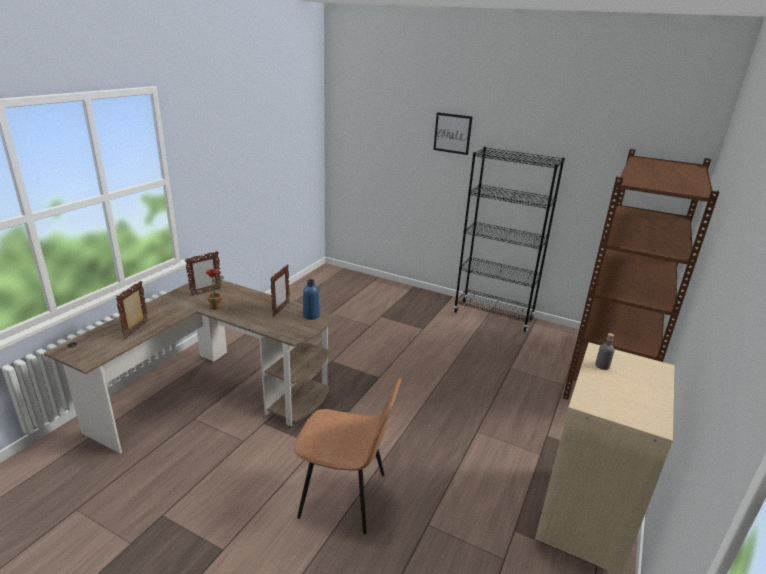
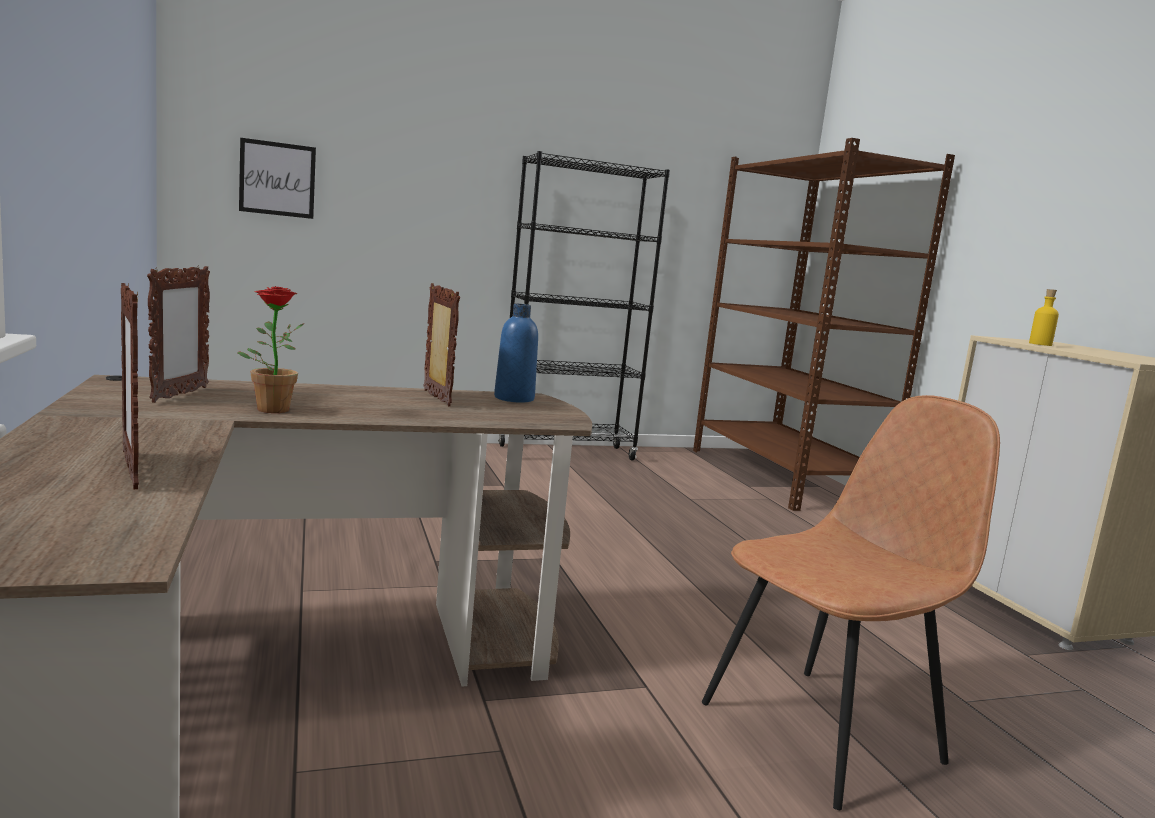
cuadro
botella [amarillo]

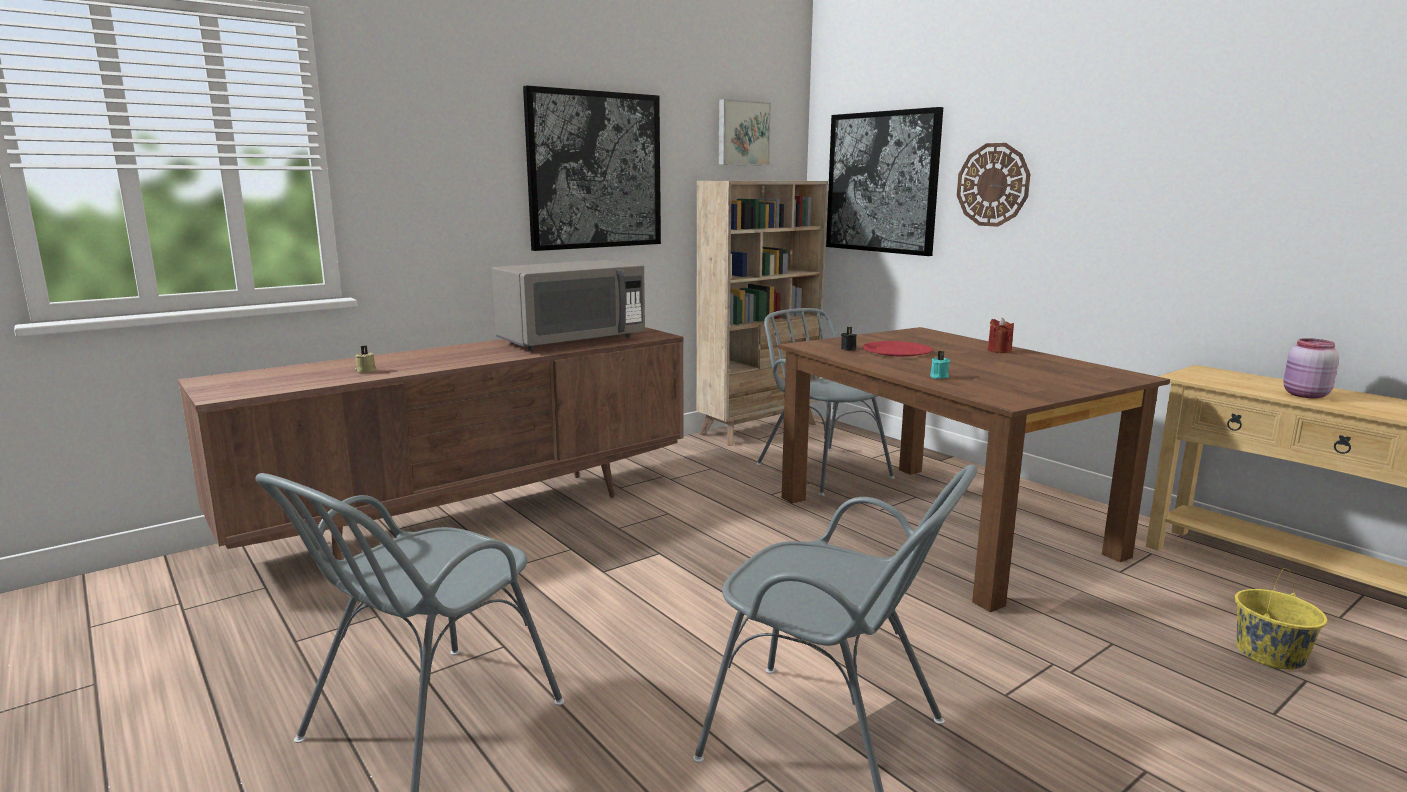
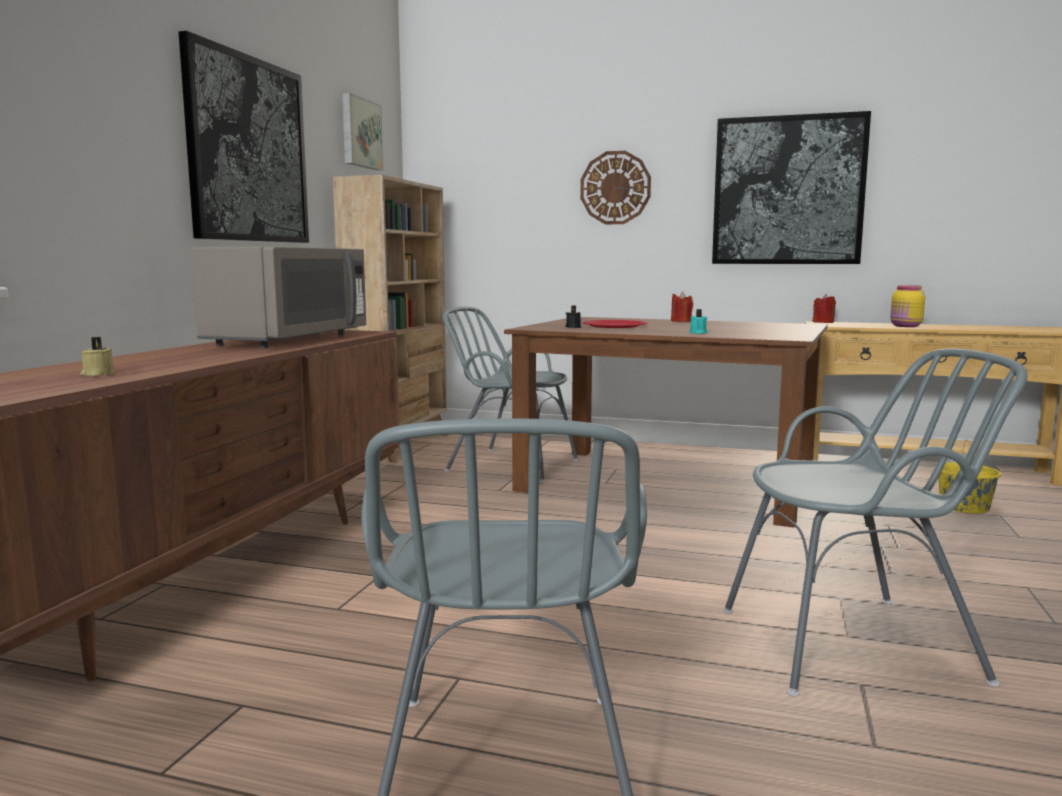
cuadro (no. 3 from left)
tarro [amarillo]
vela [rojo] (no. 2 from left)

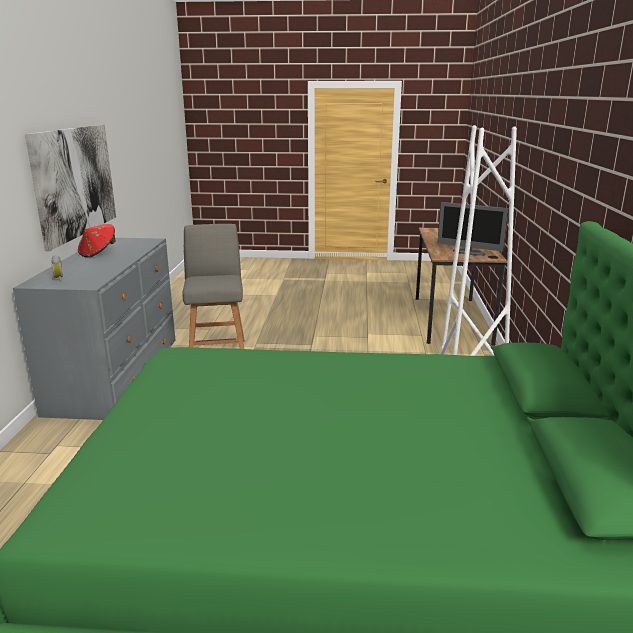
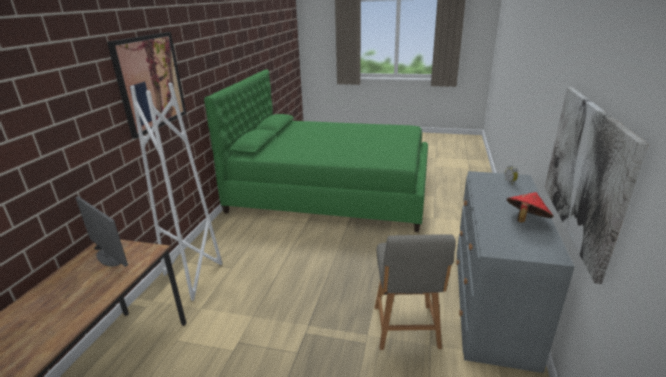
cuadro (no. 1 from left)

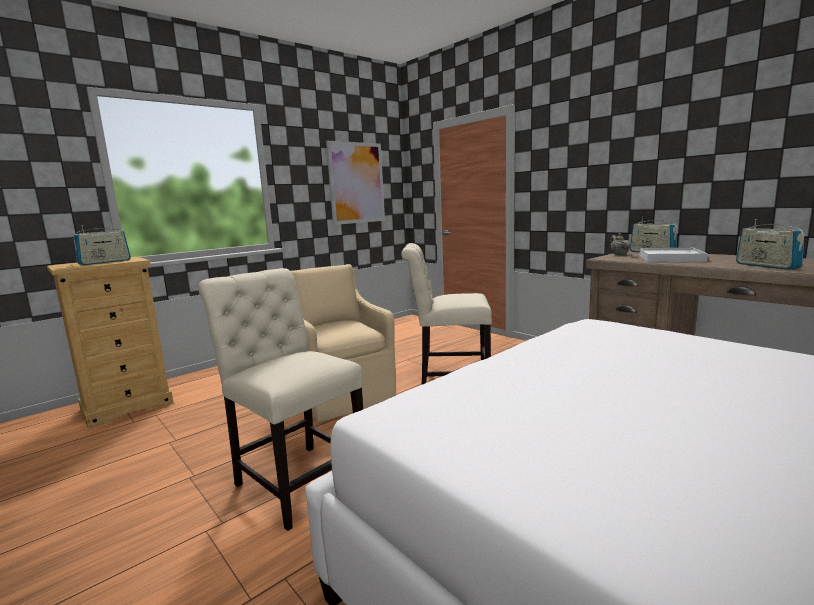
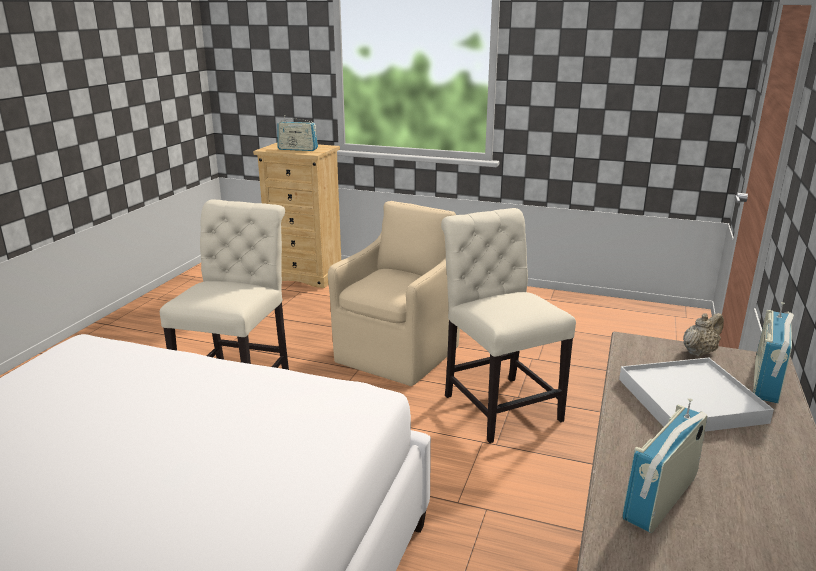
cuadro

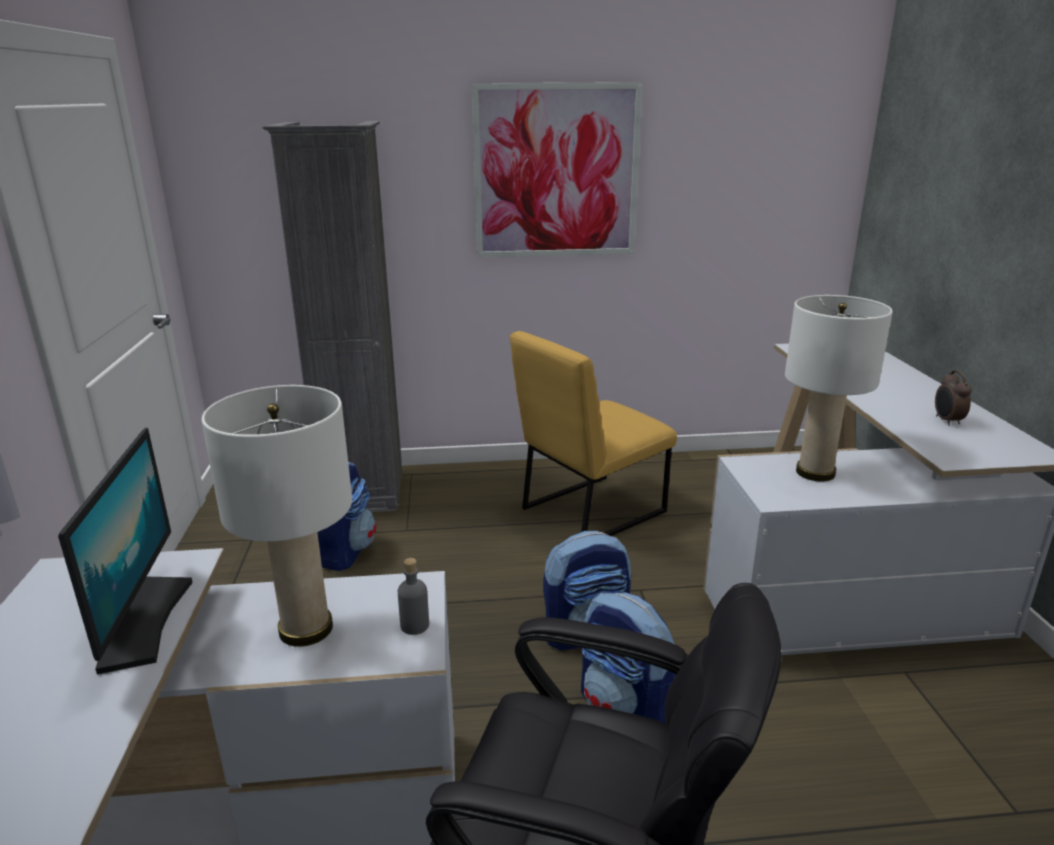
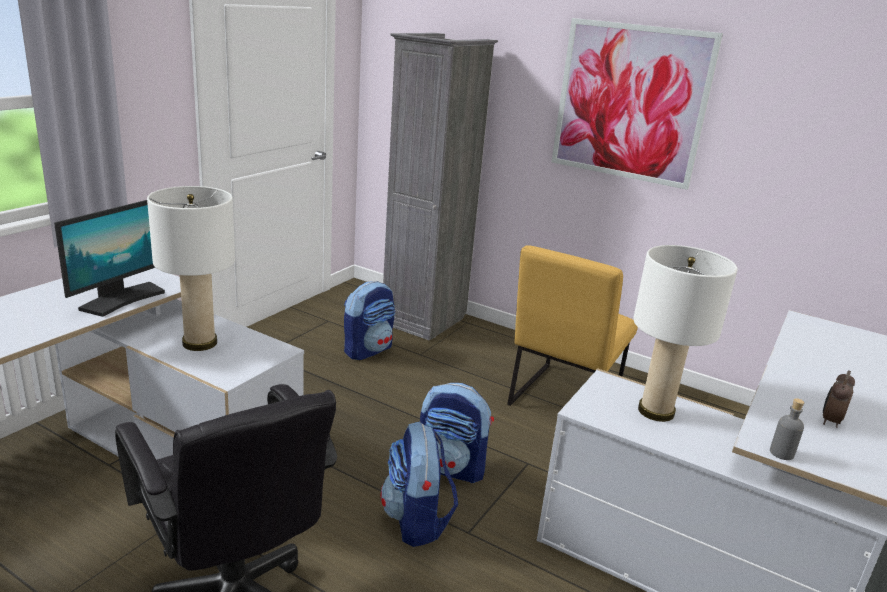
botella [gris]
silla [amarillo]

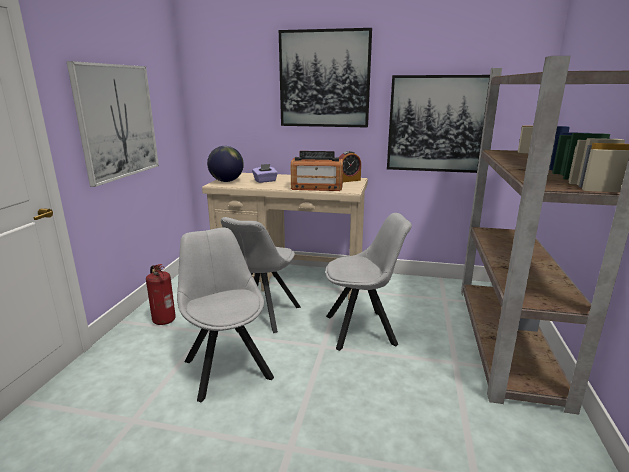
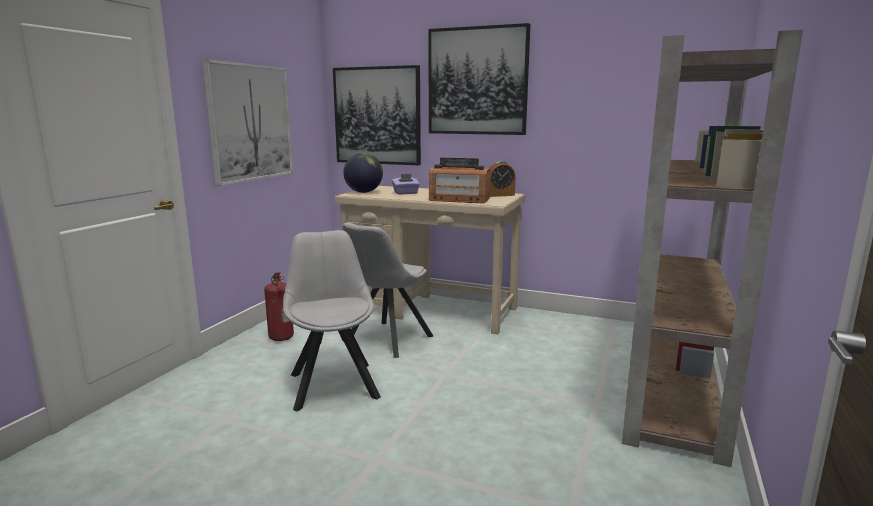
silla [gris] (no. 3 from left in the first image)
cuadro (no. 2 from left)

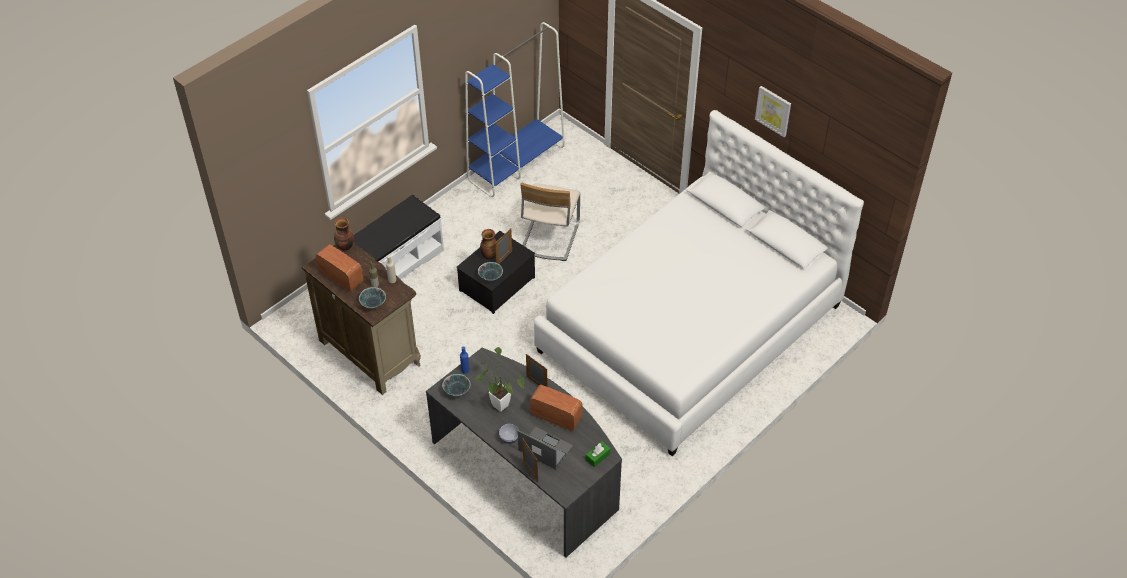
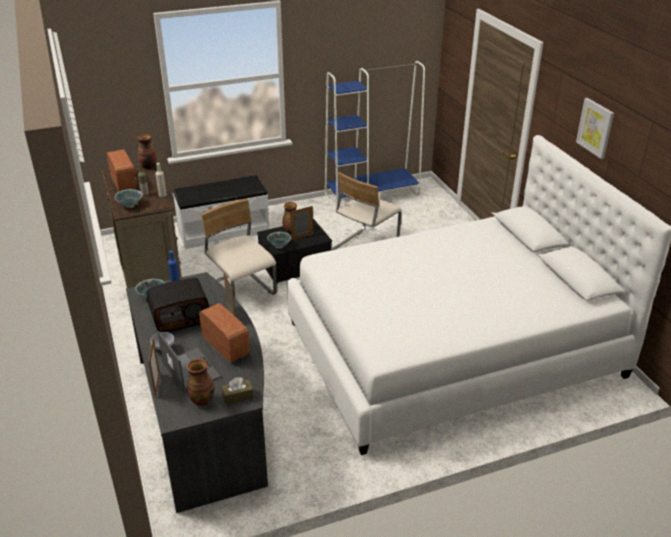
radio (no. 2 from left)
caja de pañuelos [marrón]
florero (no. 2 from left)
silla [beis] (no. 1 from left)

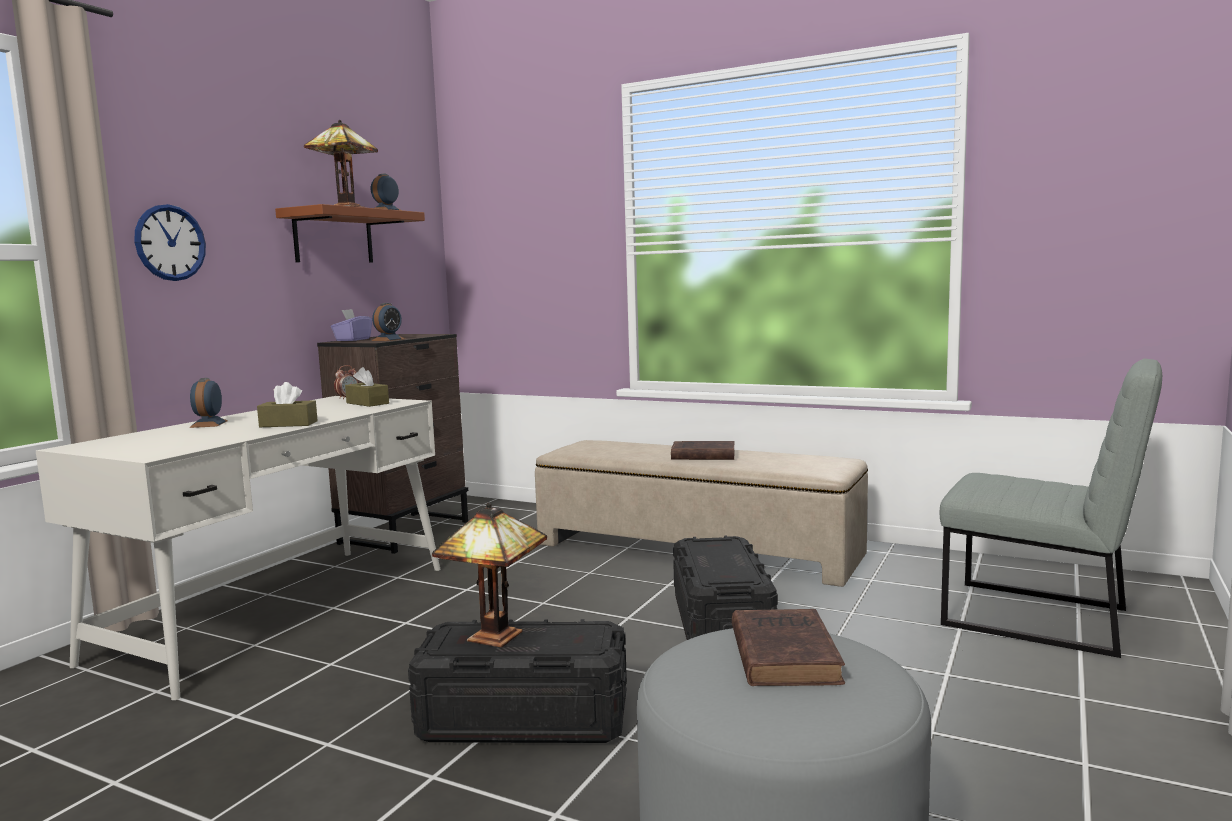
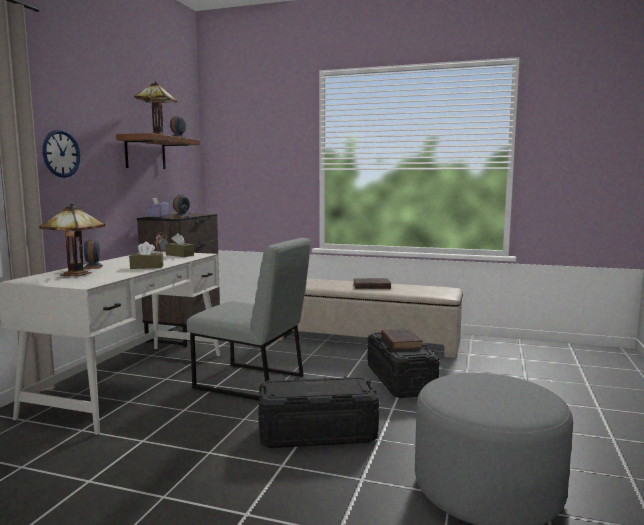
lámpara de mesa (no. 1 from left)
libro [marrón] (no. 2 from left)
silla [gris]

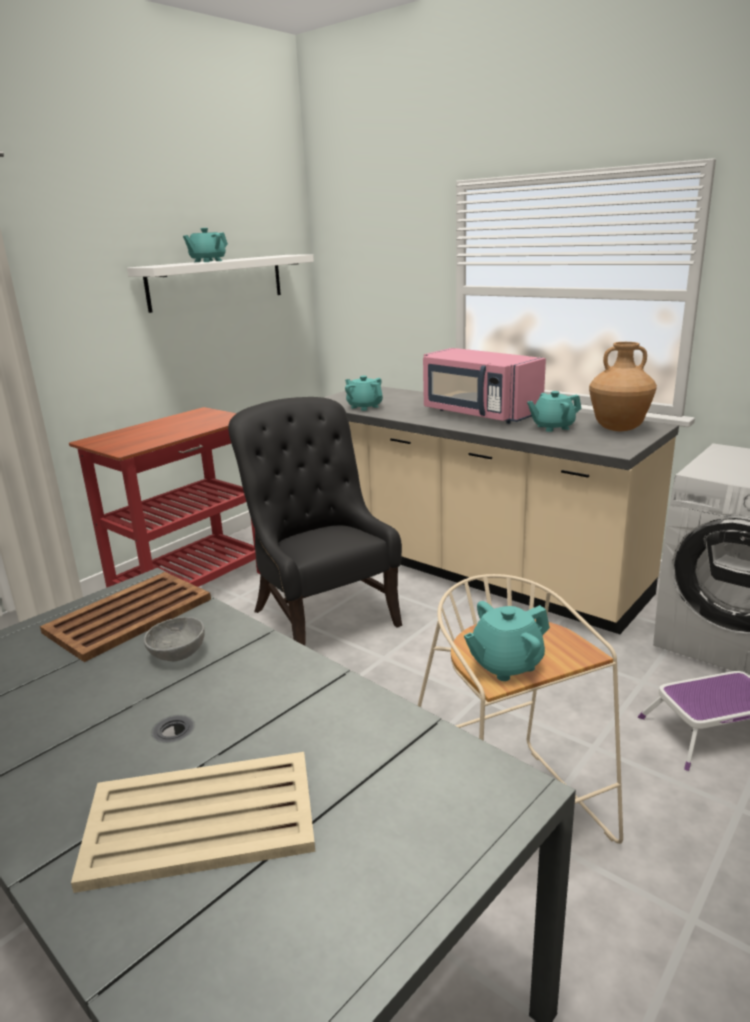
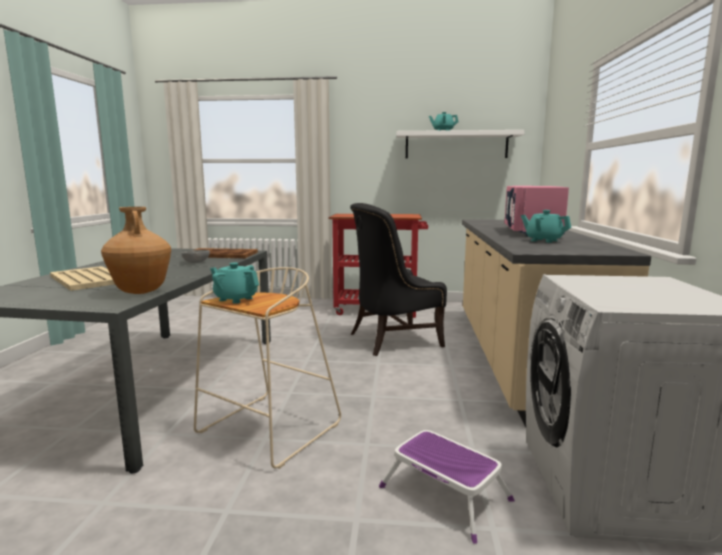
silla [negro]
tetera [turquesa] (no. 2 from left in the first image)
florero [marrón]

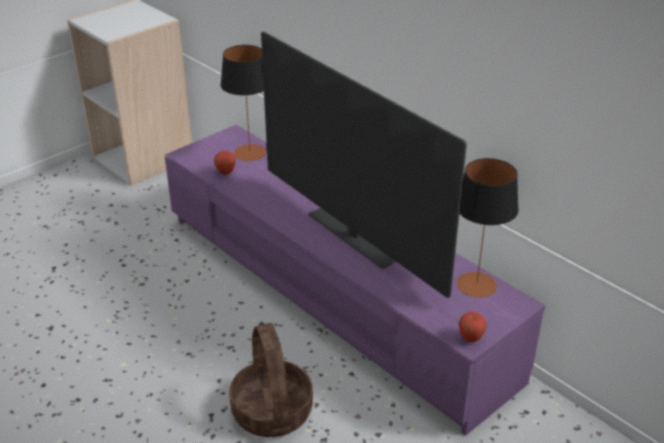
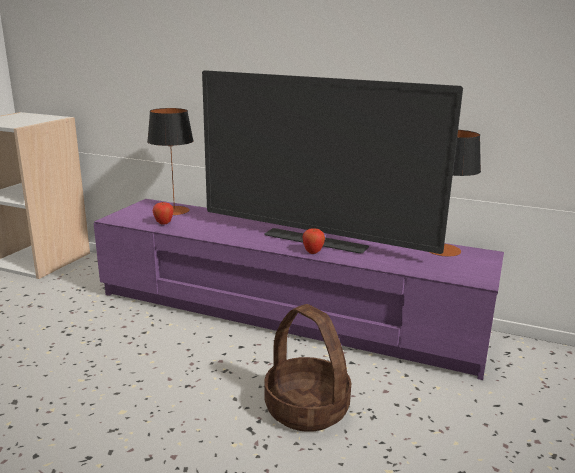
manzana (no. 2 from left)

